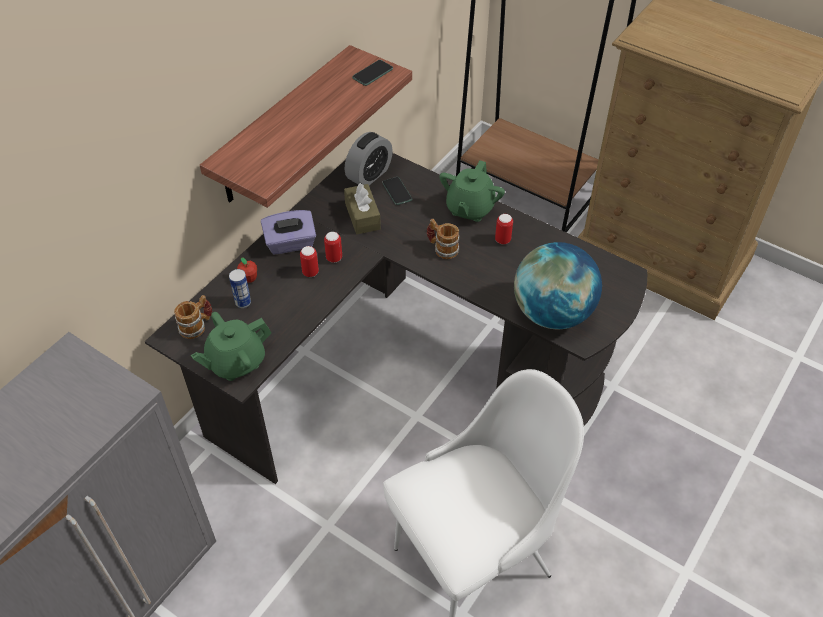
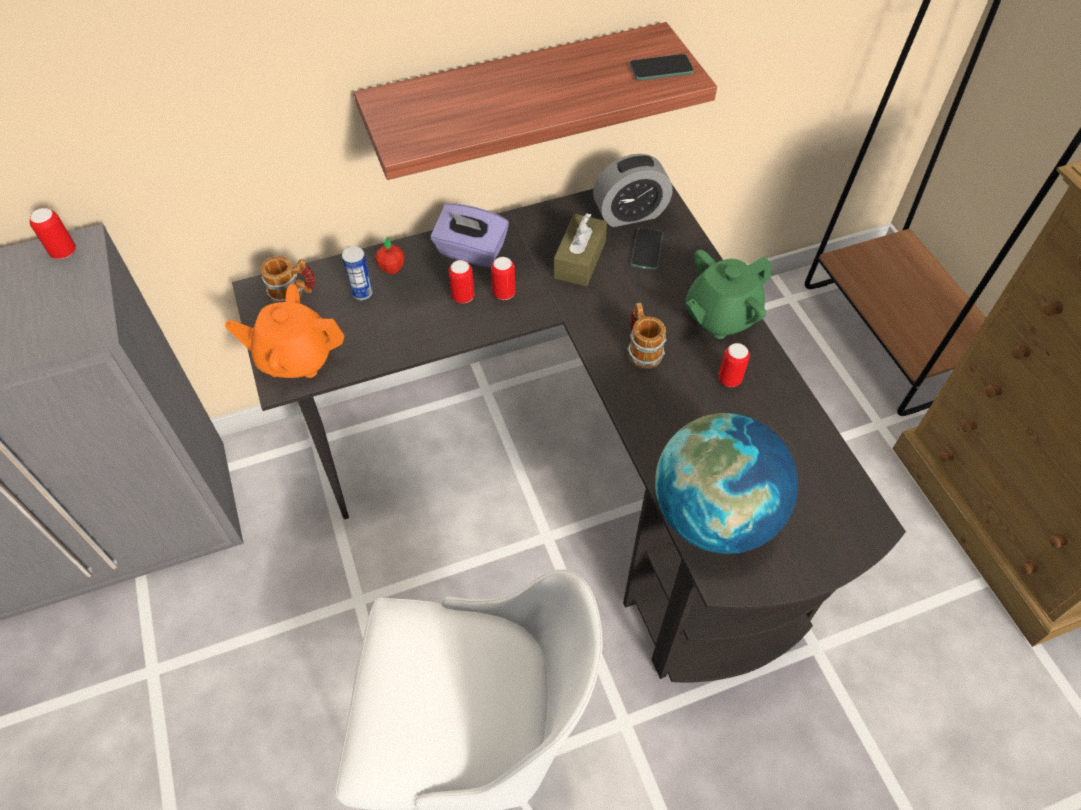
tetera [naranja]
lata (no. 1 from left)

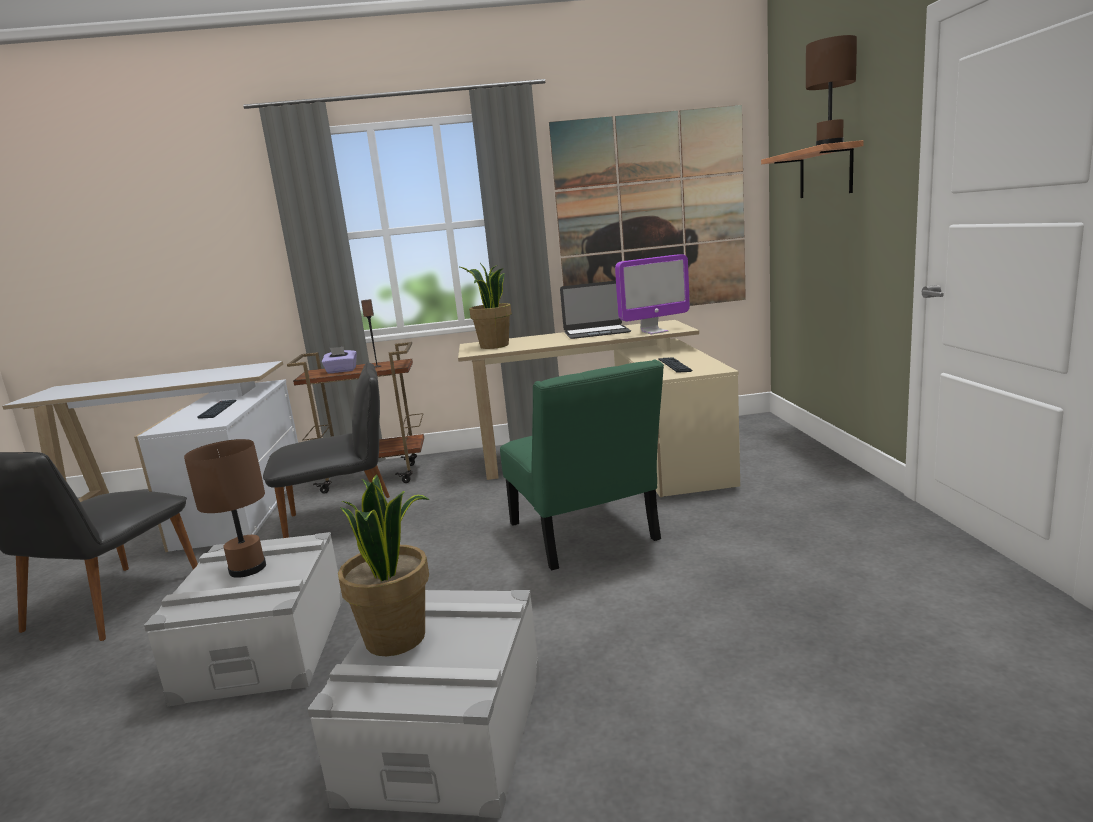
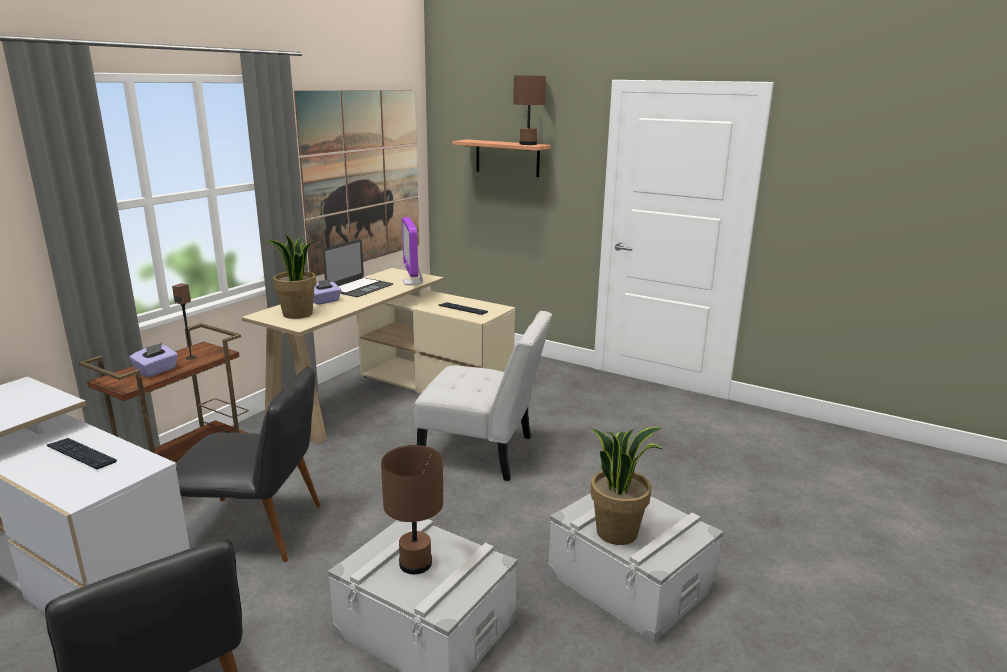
silla [negro] (no. 2 from left)
silla [blanco]
monitor
caja de pañuelos [morado] (no. 2 from left)

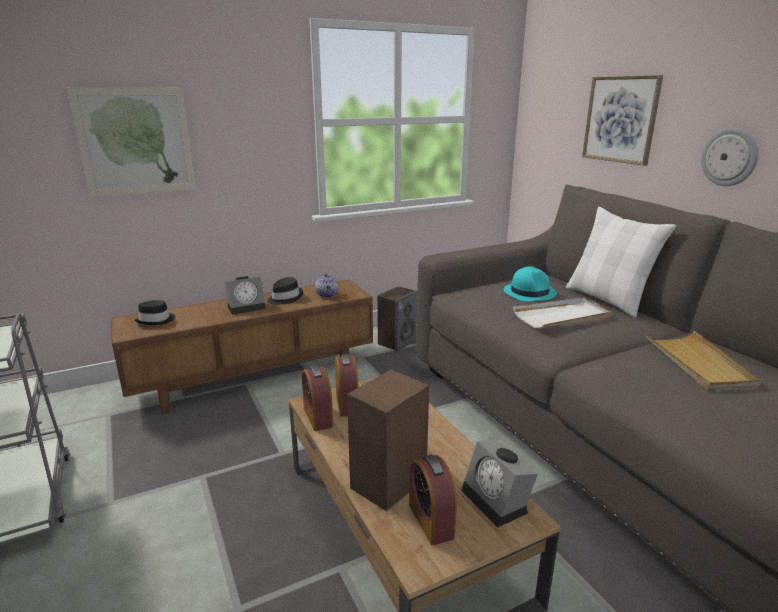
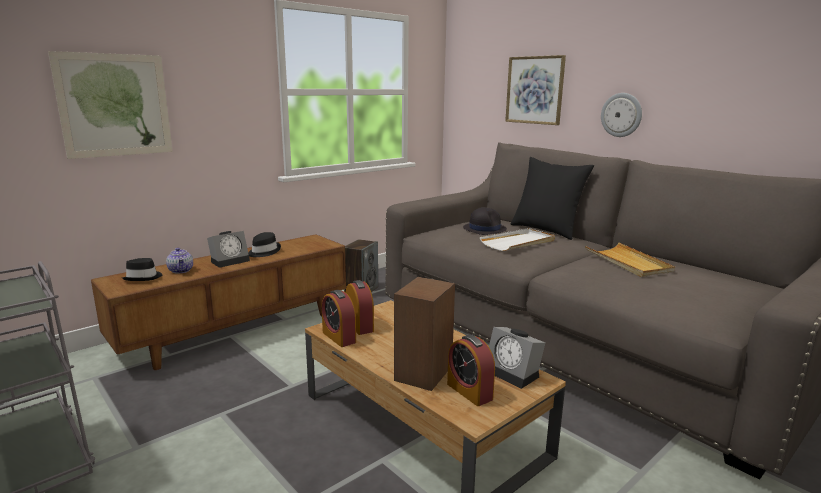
tetera
sombrero [negro] (no. 3 from left)
cojín [negro]

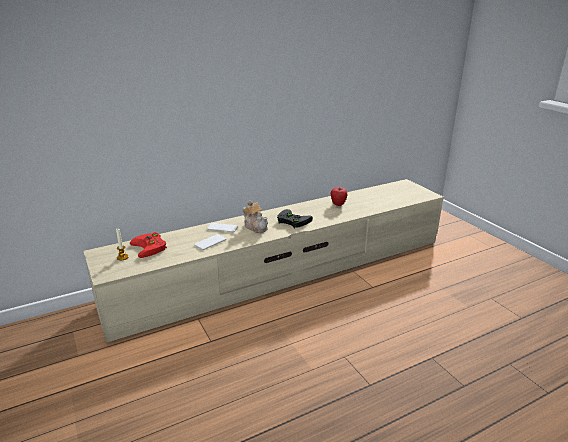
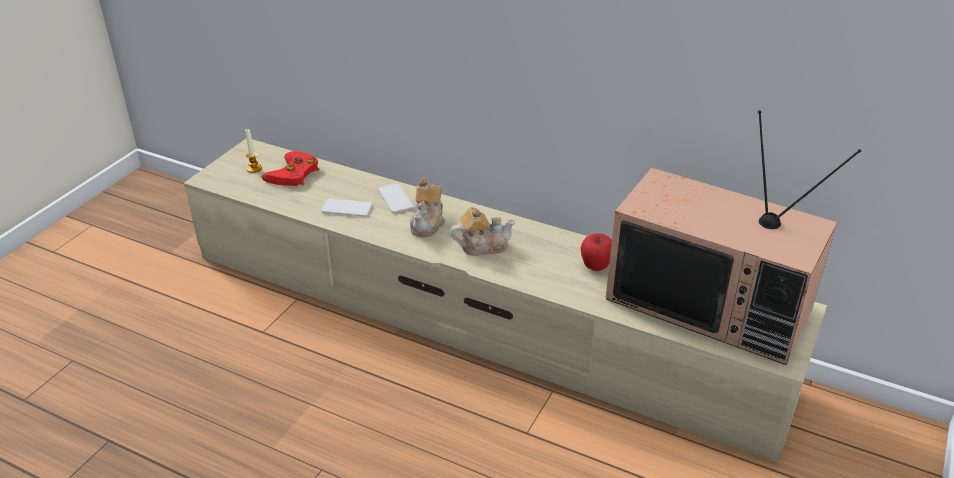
tetera (no. 2 from left)
televisor

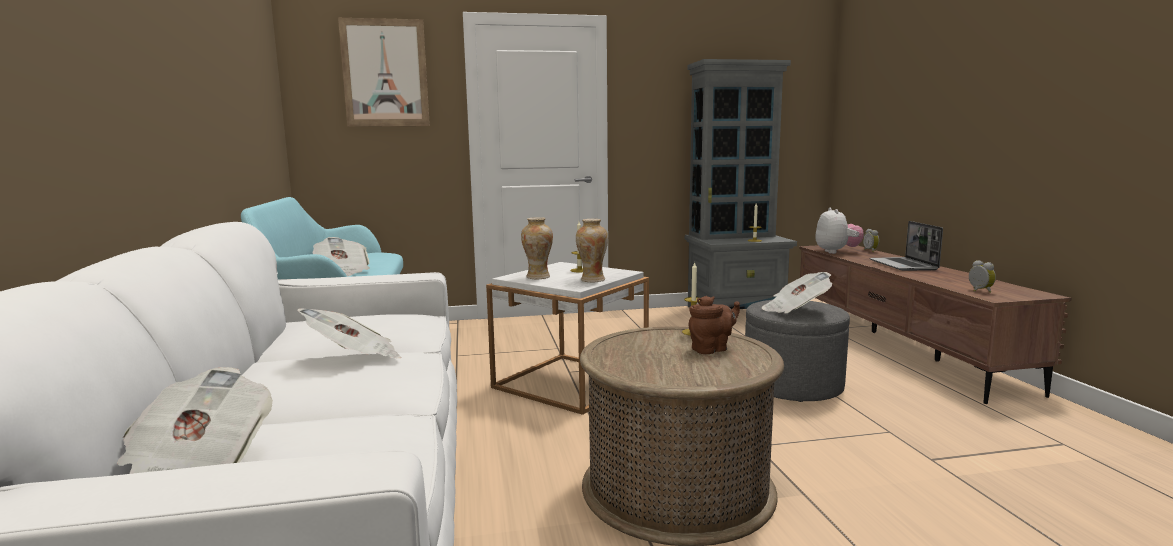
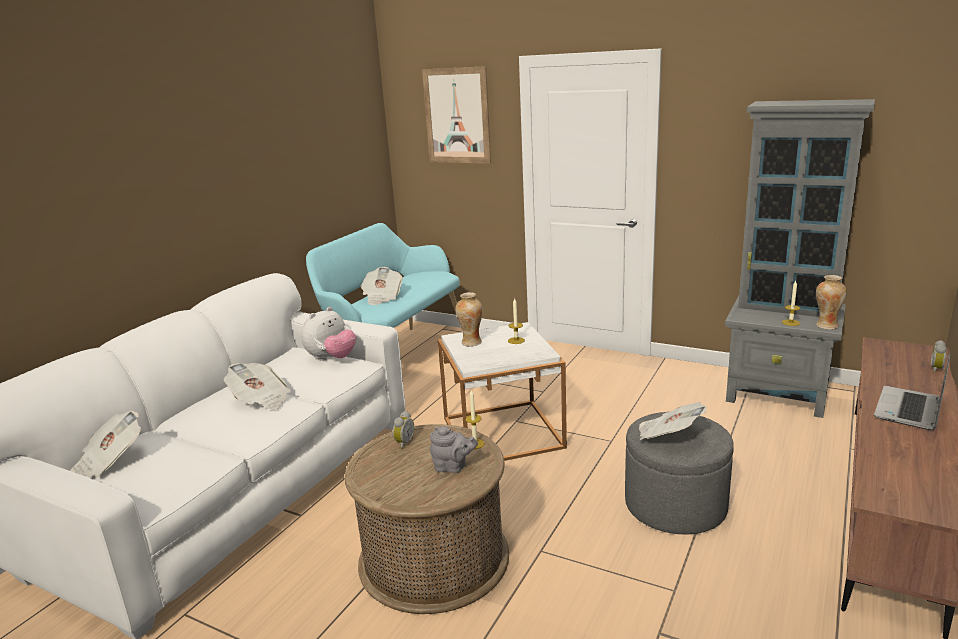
florero (no. 2 from left)
tetera [gris]
peluche
despertador (no. 1 from left)

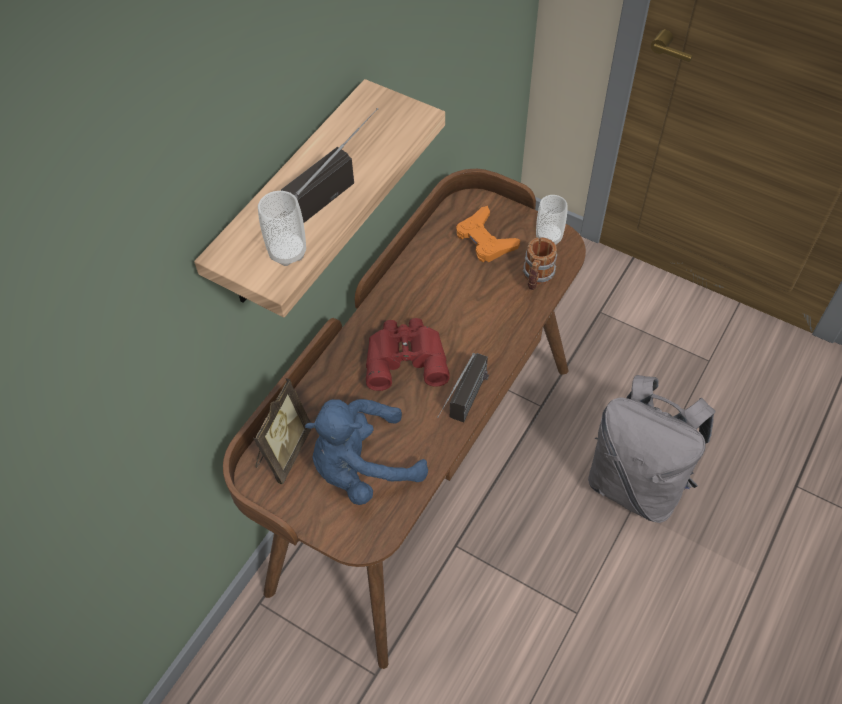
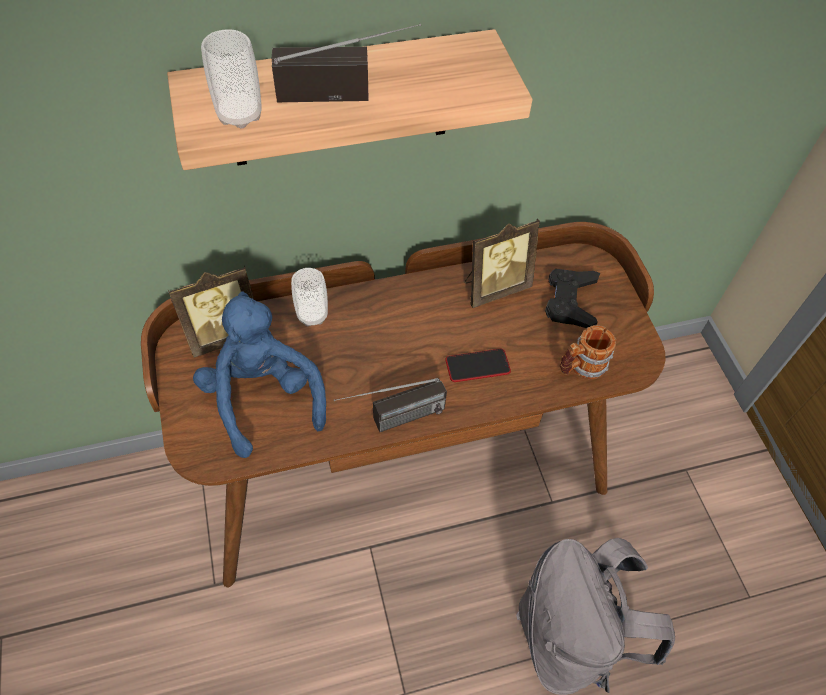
peluche [azul]
prismáticos [rojo]
mando de consola [negro]
taza (no. 2 from left)
móvil
portarretratos (no. 2 from left)

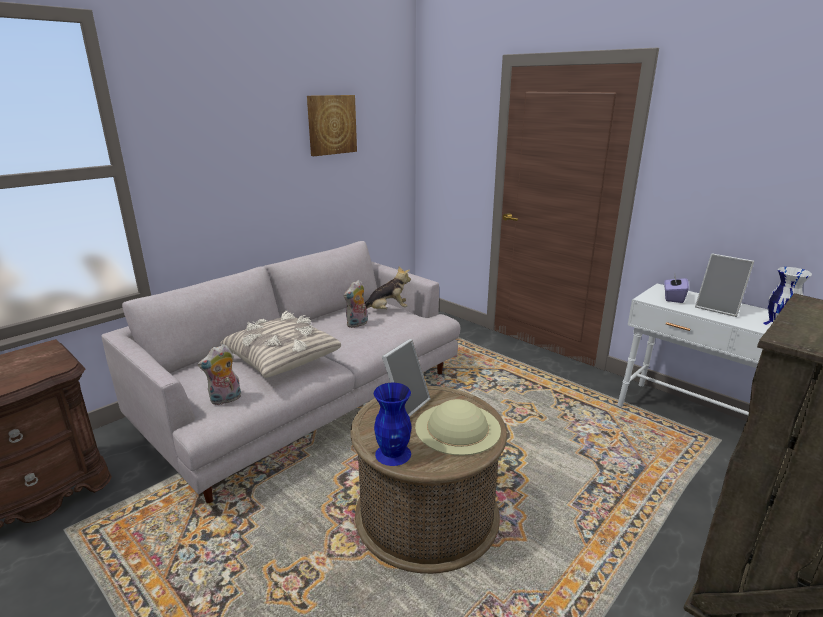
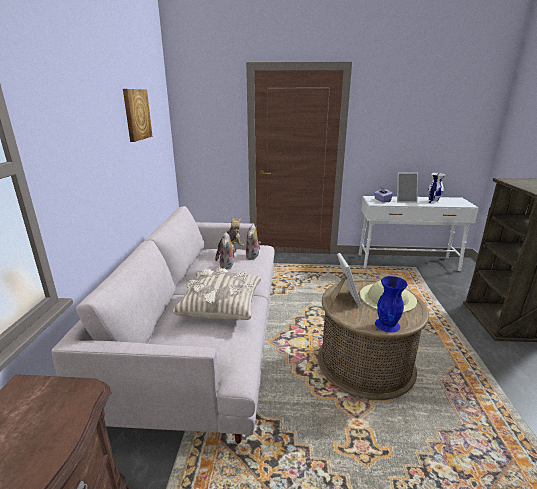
peluche (no. 3 from left)

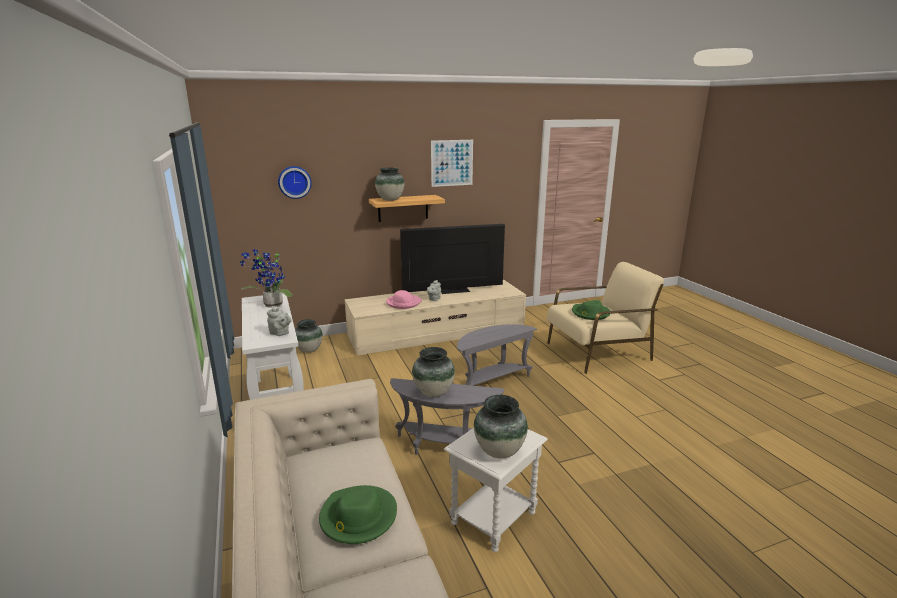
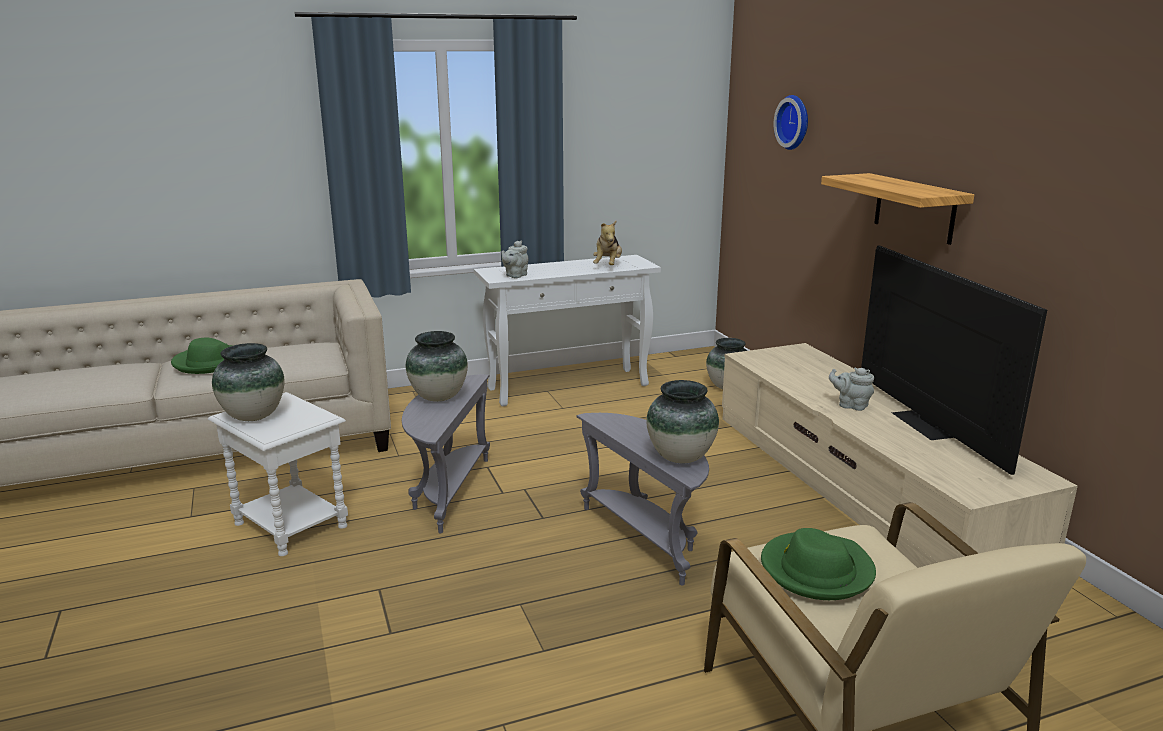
peluche
florero (no. 3 from left)
sombrero [rosa]
cuadro

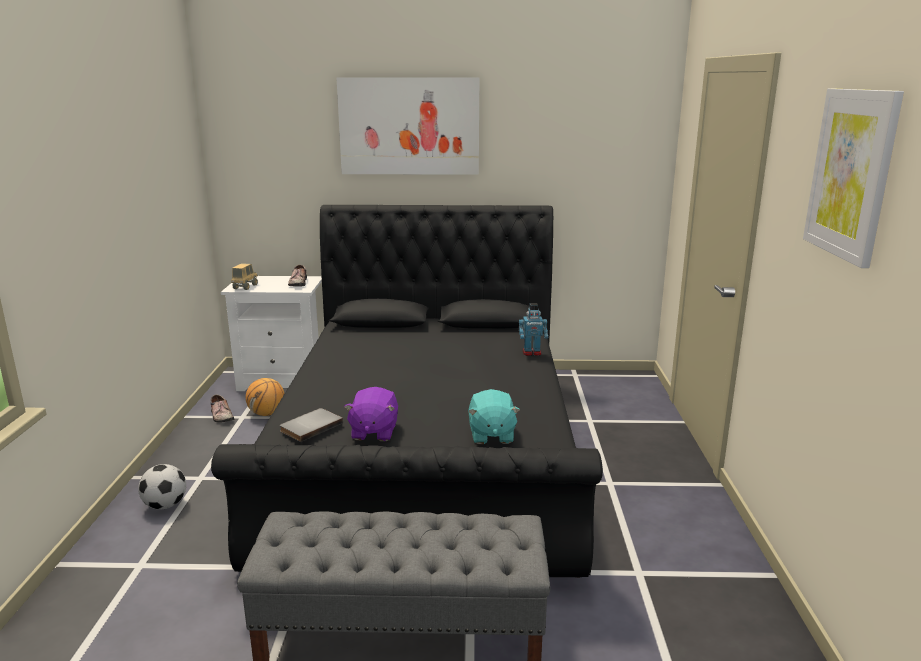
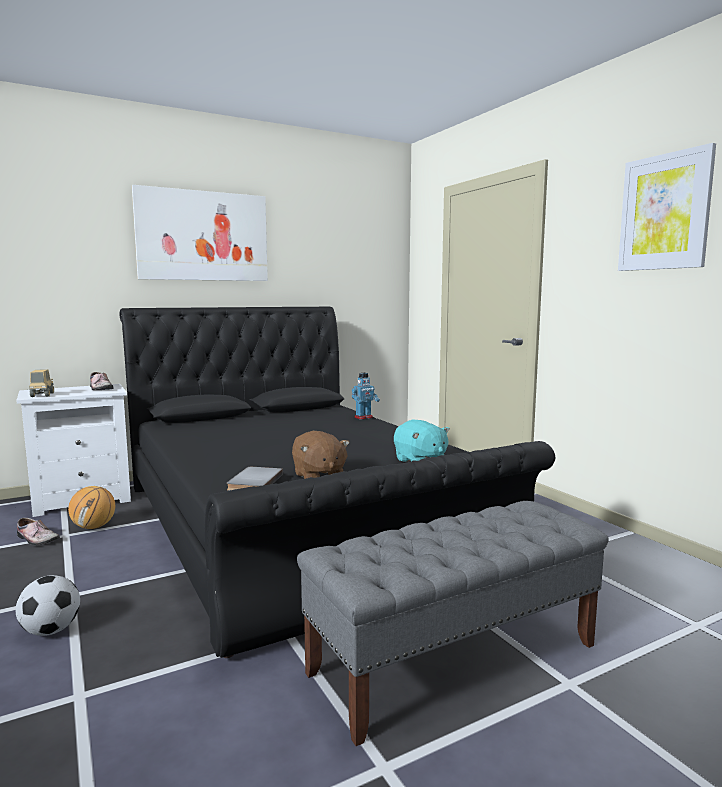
peluche [marrón]

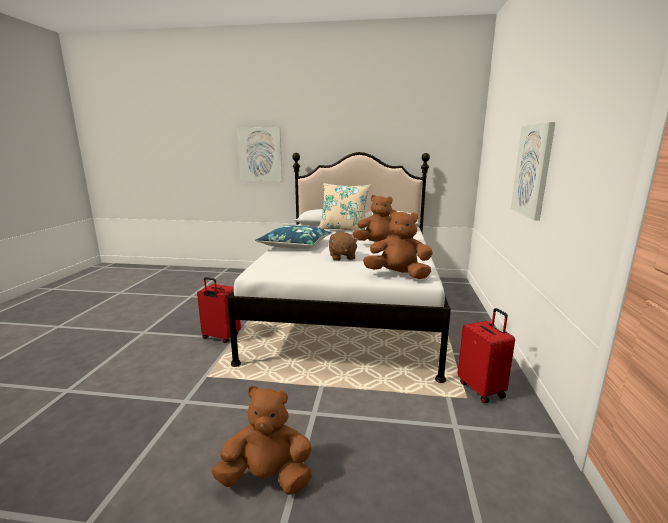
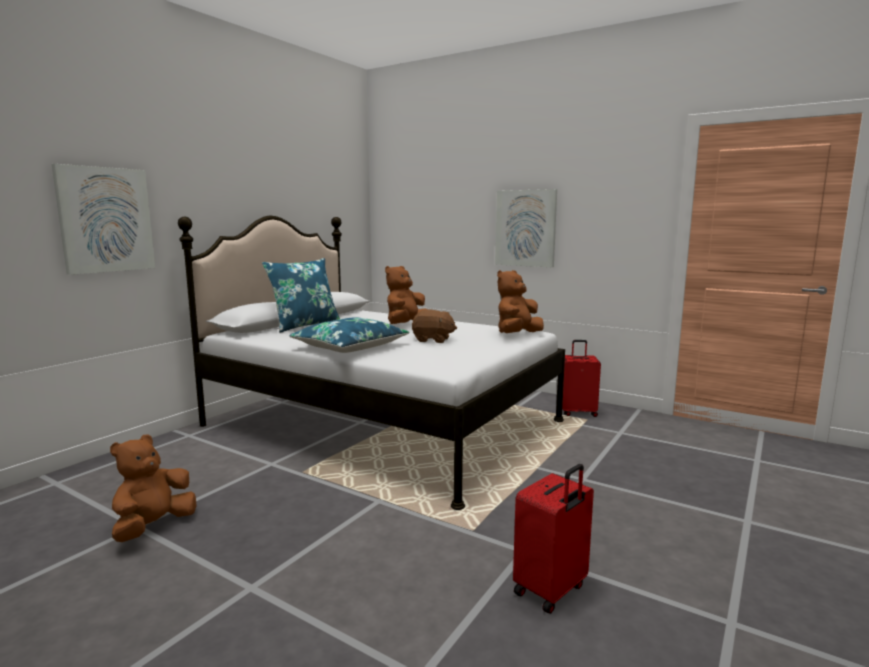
maleta [rojo] (no. 1 from left)
peluche [marrón] (no. 1 from left)
cojín [azul] (no. 1 from left)

